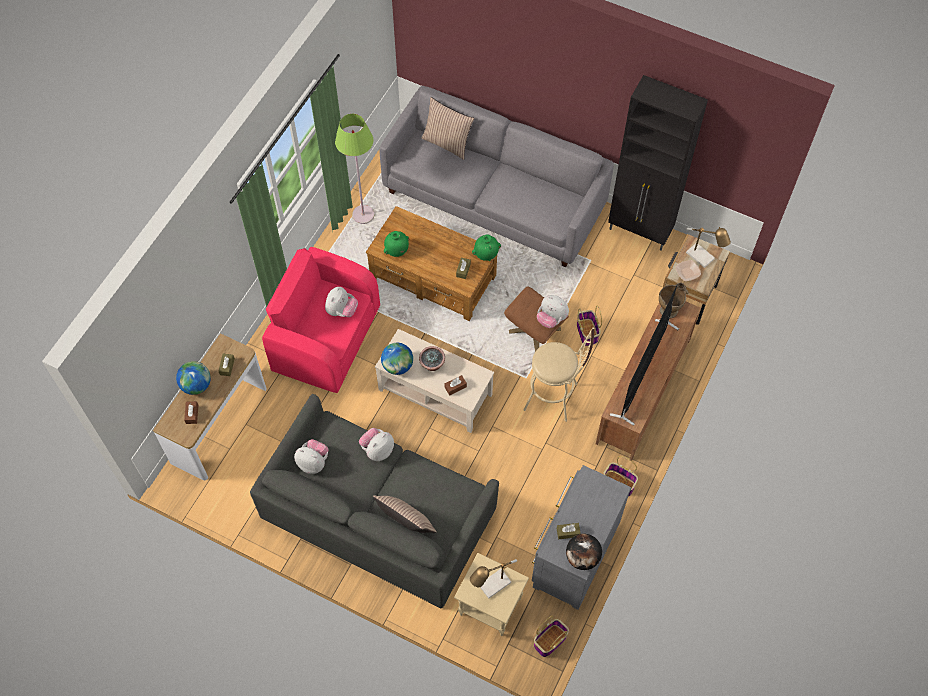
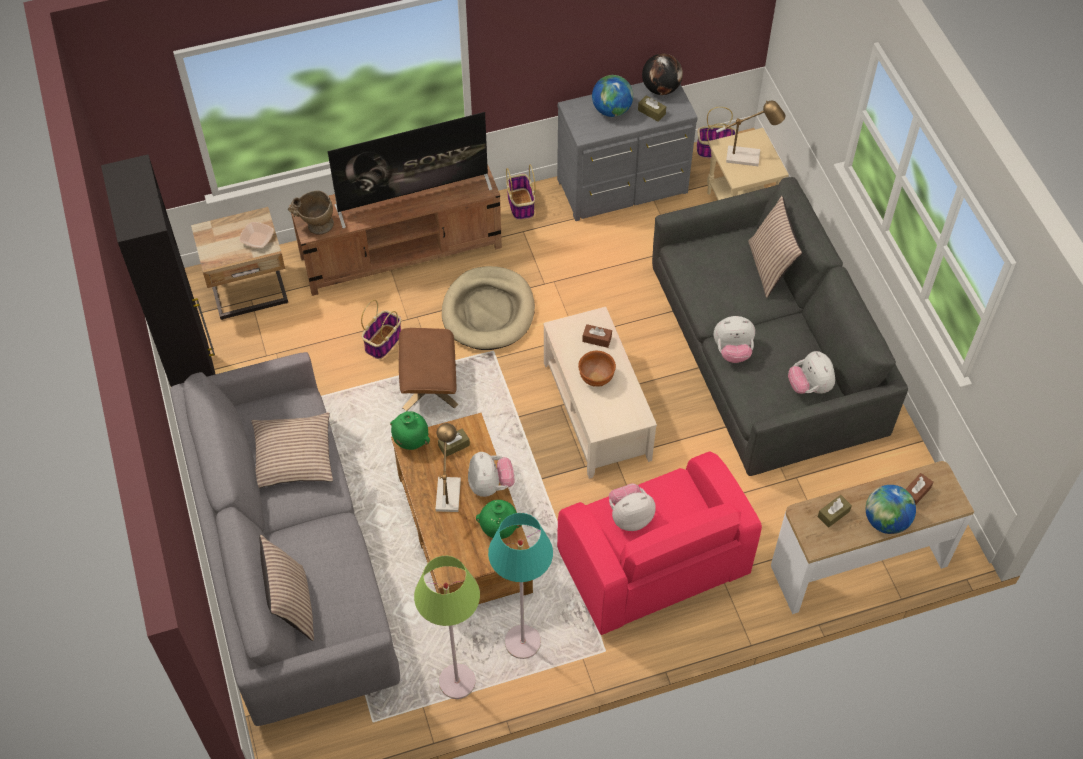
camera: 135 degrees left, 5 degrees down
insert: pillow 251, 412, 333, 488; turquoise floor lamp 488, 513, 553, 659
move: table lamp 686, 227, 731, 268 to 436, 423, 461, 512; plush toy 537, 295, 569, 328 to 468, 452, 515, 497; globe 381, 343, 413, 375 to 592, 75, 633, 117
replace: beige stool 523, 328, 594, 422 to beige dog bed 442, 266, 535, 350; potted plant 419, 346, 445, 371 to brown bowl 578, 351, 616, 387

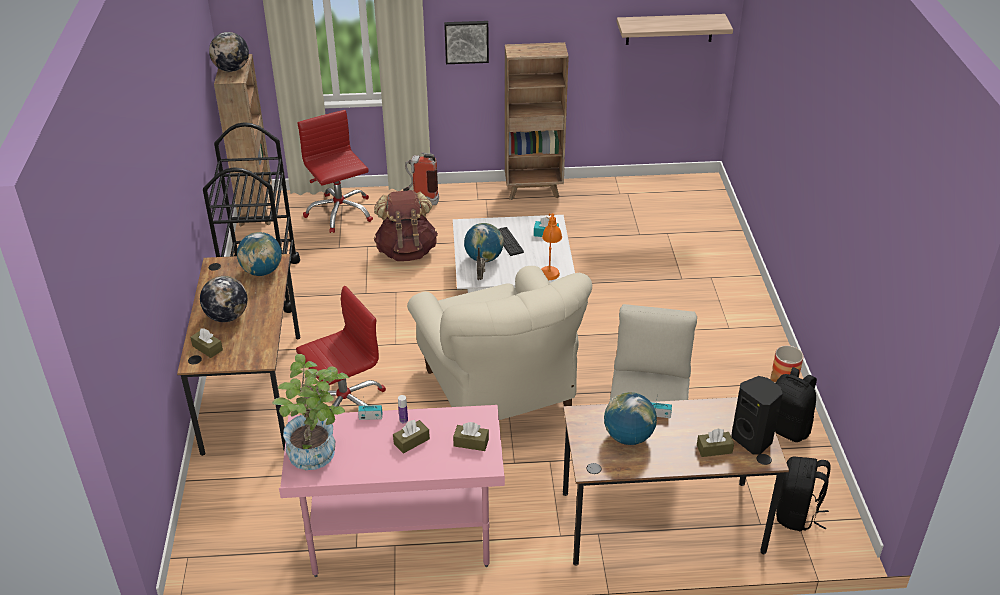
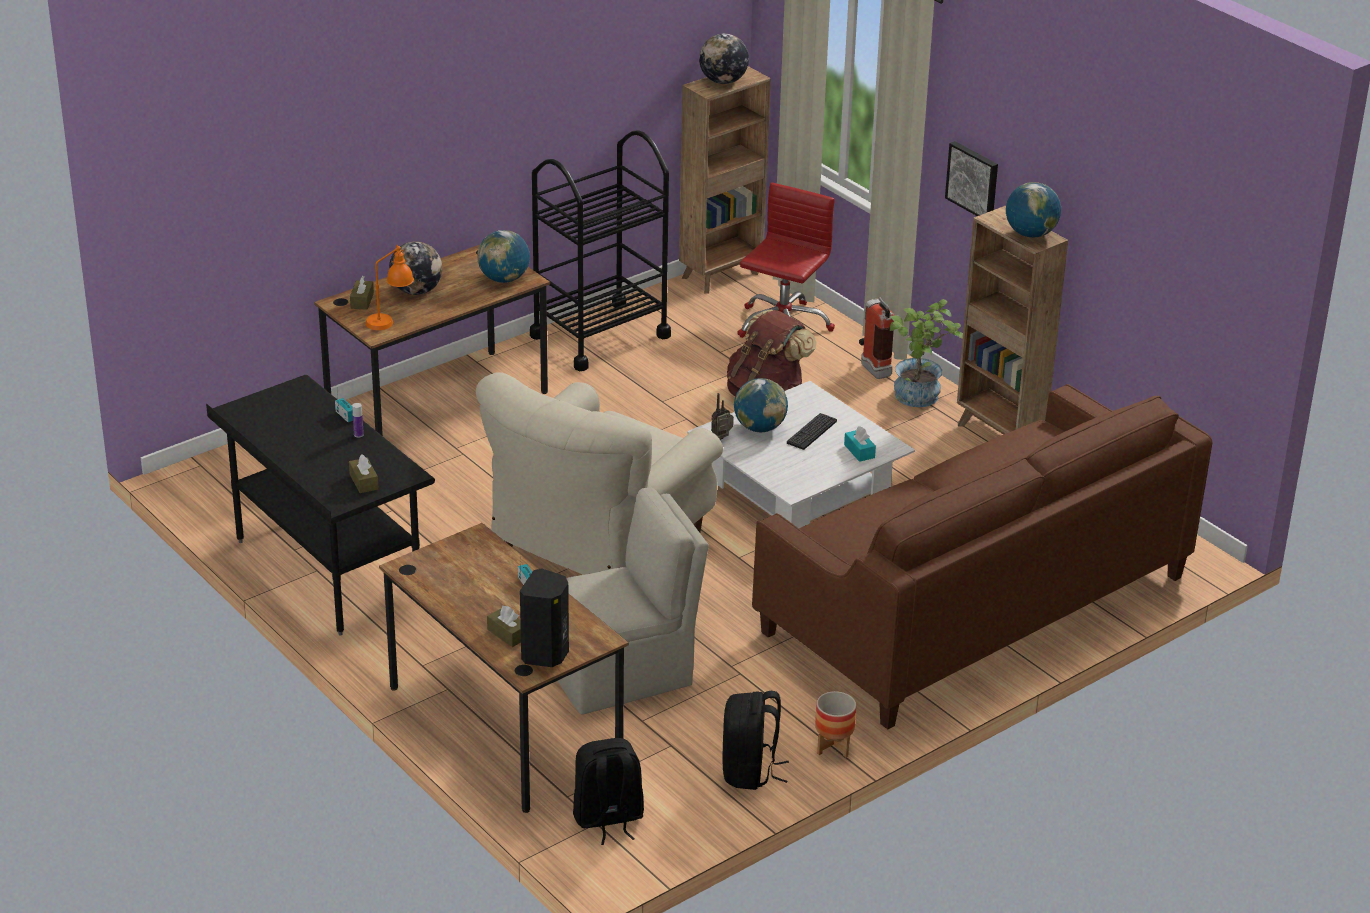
camera: 55 degrees right, 5 degrees down
delete: shelf 617, 14, 733, 45; red office chair 296, 286, 386, 407; brown tissue box 393, 420, 430, 454
insert: brown sofa 752, 384, 1212, 730
move: orange table lamp 541, 213, 562, 280 to 365, 245, 414, 330; potted plant 272, 354, 349, 470 to 890, 299, 963, 407; globe 604, 392, 657, 445 to 1006, 182, 1061, 237
recolor: pink desk 279, 405, 505, 577 to black desk 206, 375, 435, 636

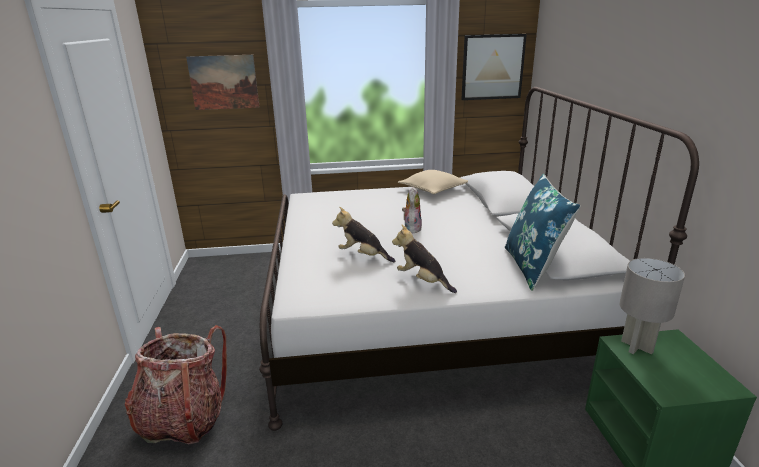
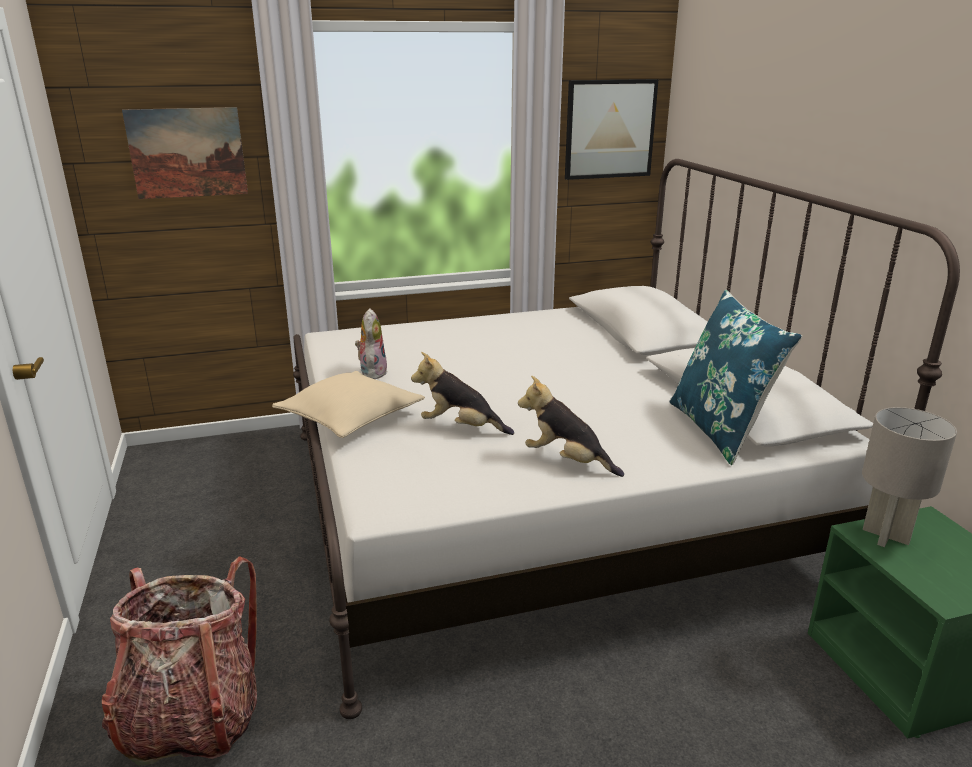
camera: 10 degrees left, 0 degrees up
move: beige pillow 398, 170, 468, 194 to 272, 371, 425, 438; plush toy 402, 186, 422, 233 to 355, 308, 387, 379

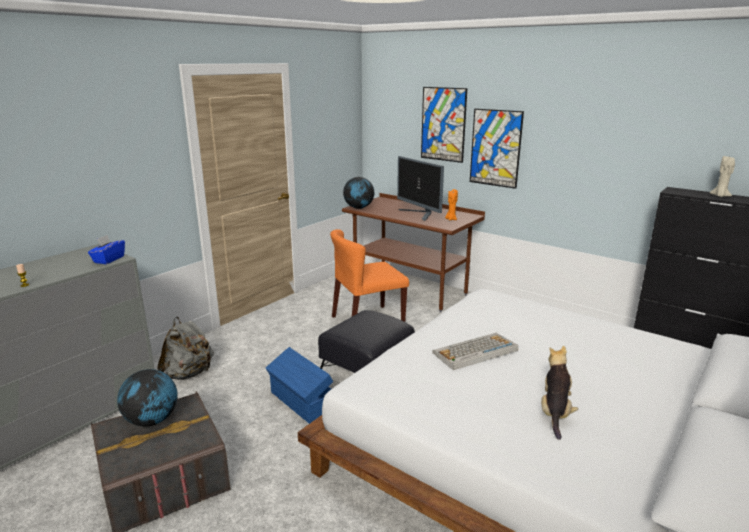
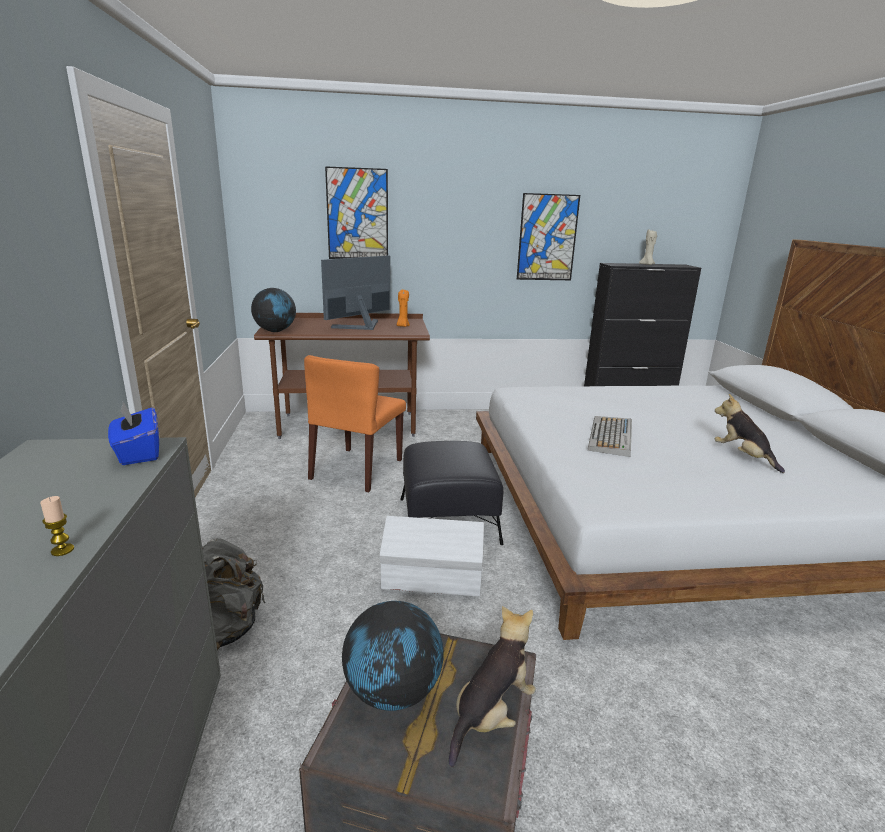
camera: 45 degrees left, 0 degrees up
insert: plush toy 449, 606, 536, 767
move: picture 470, 109, 524, 189 to 517, 193, 580, 280
recolor: blue storage box 266, 347, 333, 424 to white storage box 380, 516, 484, 596
rotate: monitor 397, 156, 444, 221 = 321, 255, 390, 330 120 degrees clockwise

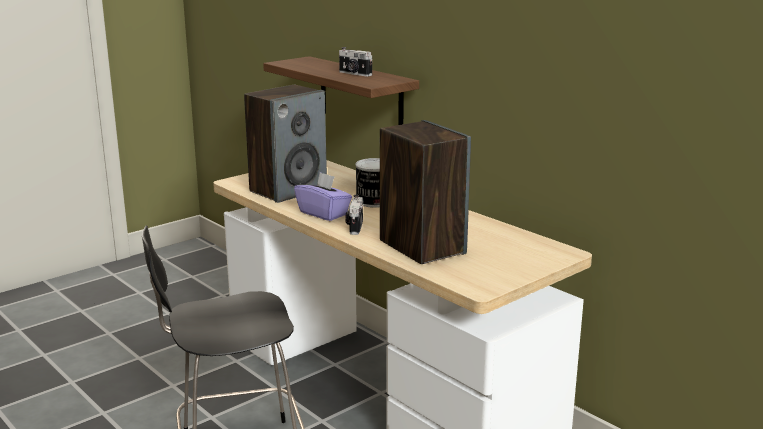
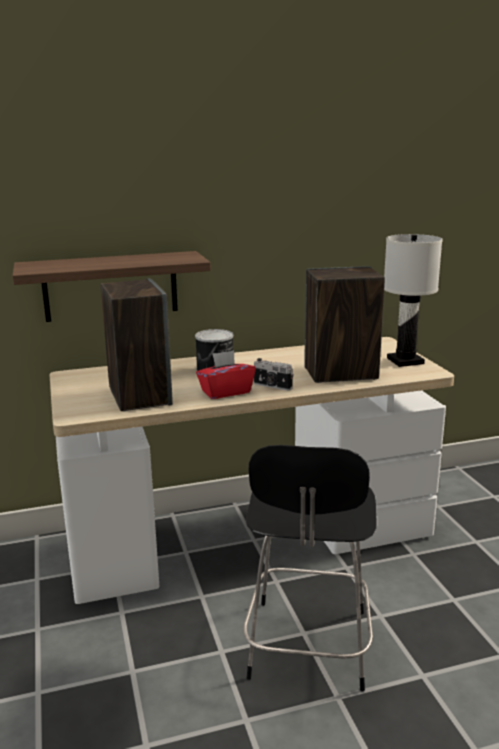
camera: 65 degrees left, 0 degrees up
delete: photo camera 339, 47, 372, 77
insert: white table lamp 384, 234, 443, 367
recolor: purple tissue box 294, 172, 352, 221 to red tissue box 196, 350, 256, 399

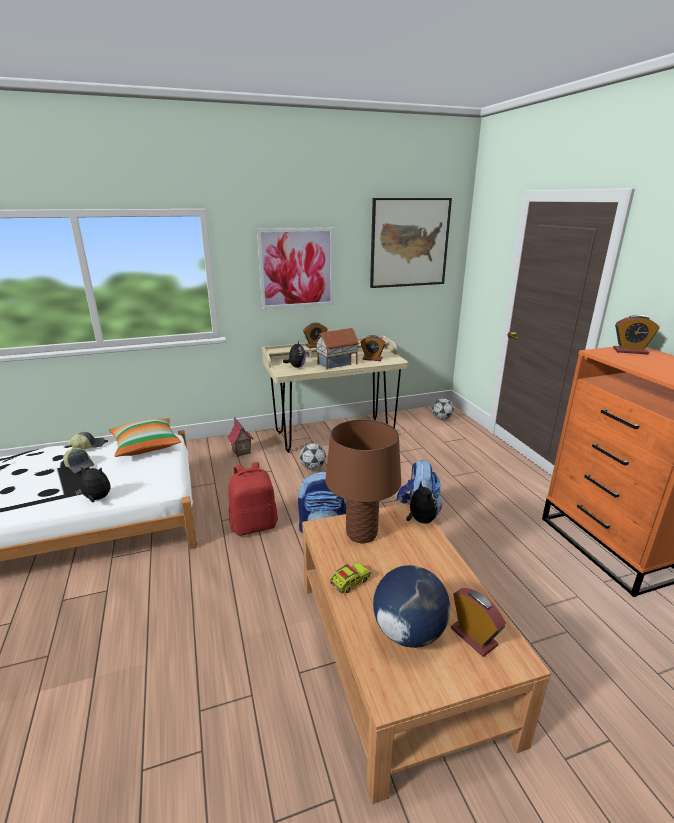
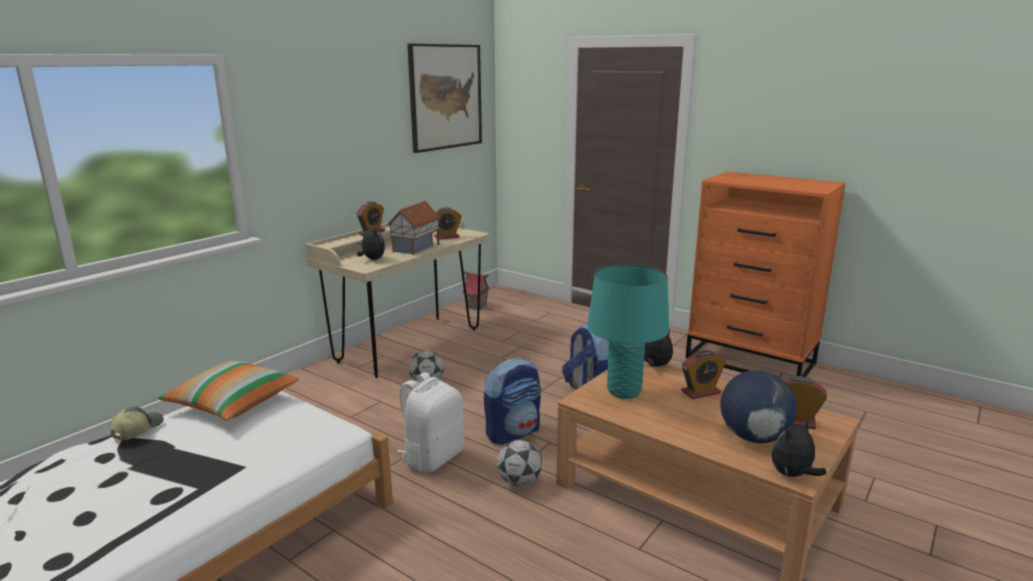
camera: 35 degrees left, 5 degrees down
delete: picture 257, 228, 334, 309; cap 63, 448, 94, 473; toy truck 330, 562, 371, 593
move: alarm clock 613, 315, 659, 354 to 681, 350, 726, 399; football 432, 398, 454, 420 to 497, 440, 542, 486; toy house 227, 417, 253, 457 to 463, 271, 490, 310; plush toy 75, 467, 110, 503 to 772, 419, 827, 477
recolor: brown table lamp 326, 419, 401, 544 to turquoise table lamp 587, 264, 669, 399; red backpack 228, 462, 278, 536 to white backpack 397, 372, 464, 473

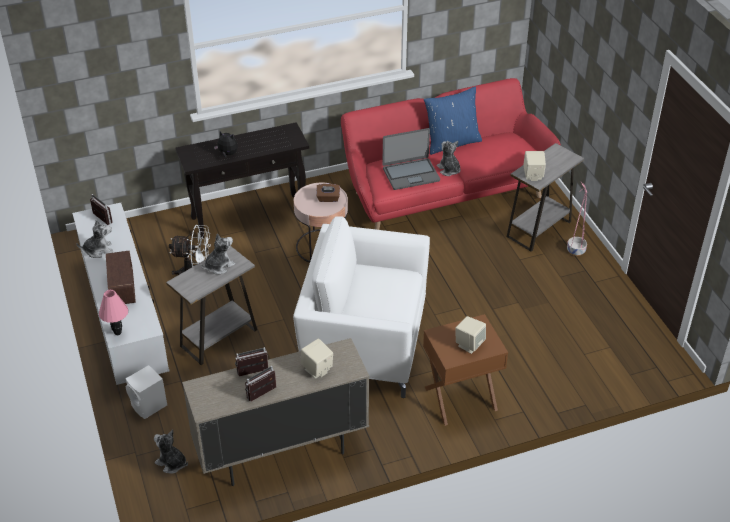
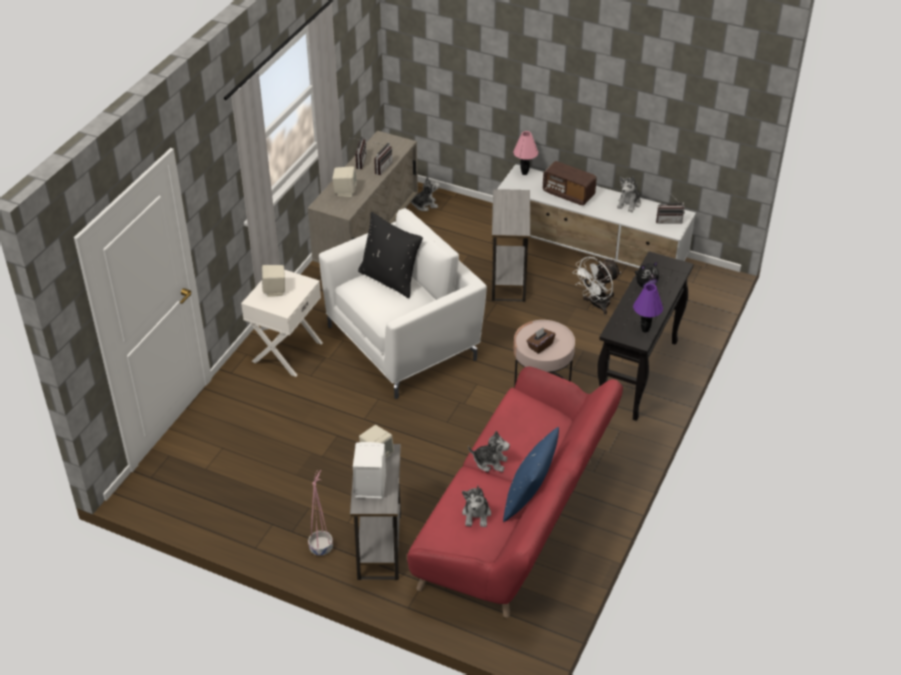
camera: 135 degrees right, 0 degrees up
delete: laptop 382, 128, 440, 190
insert: black pillow 358, 212, 423, 298; purple table lamp 633, 284, 663, 332
move: plush toy 201, 233, 235, 275 to 462, 485, 491, 527; white speaker 126, 365, 167, 419 to 353, 442, 386, 499
recolor: brown nightstand 423, 314, 508, 426 to white nightstand 241, 270, 323, 377

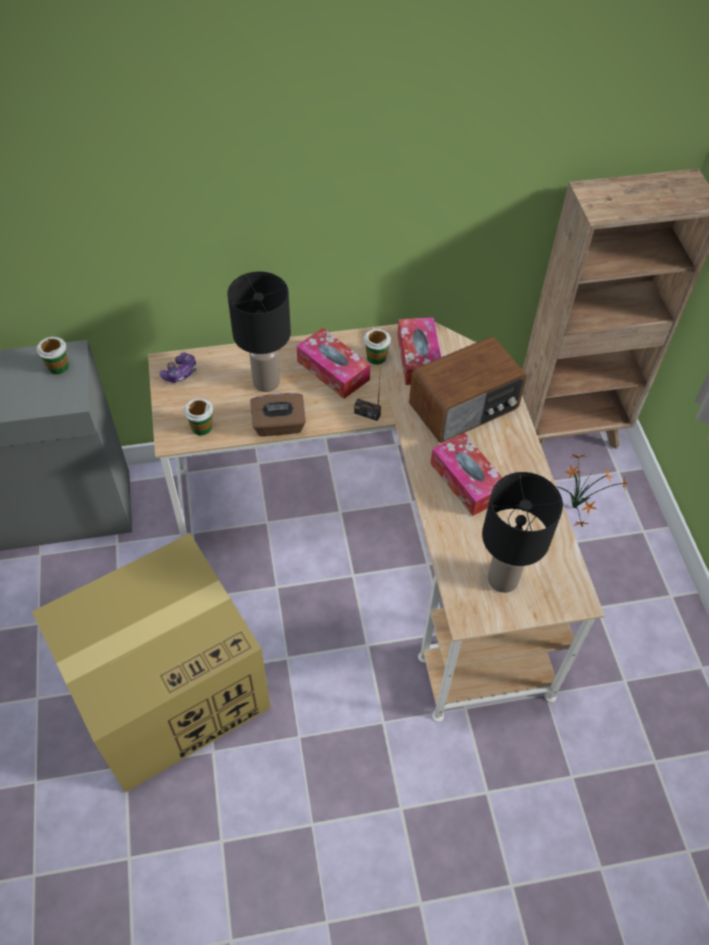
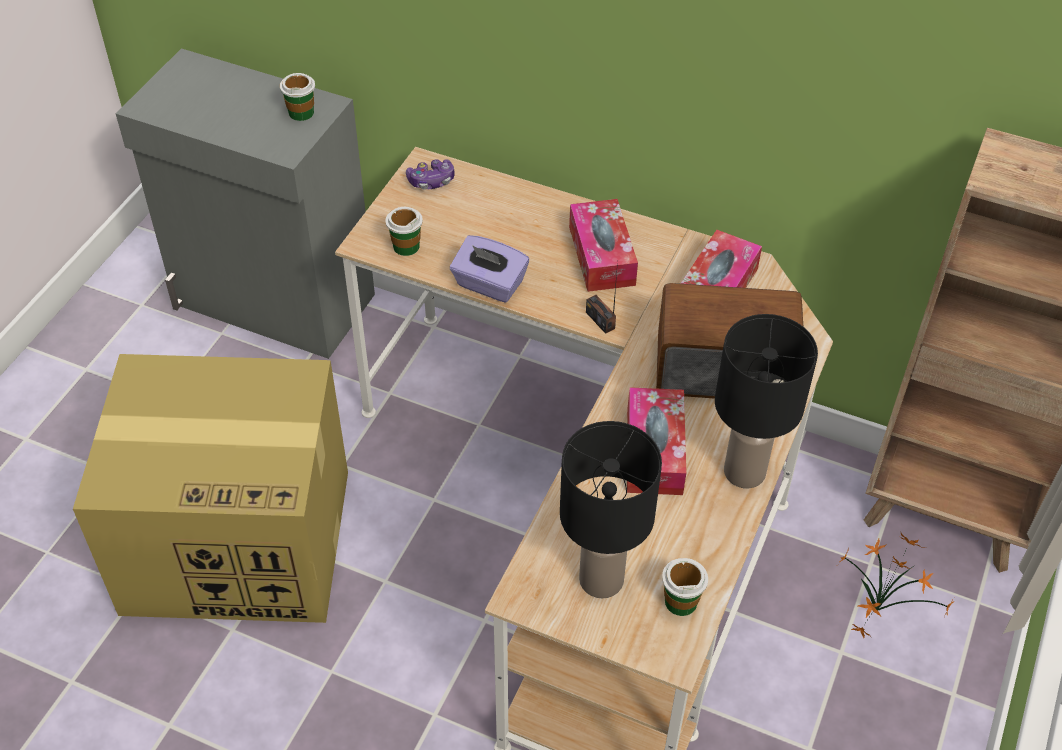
camera: 35 degrees right, 5 degrees down
move: black table lamp 227, 271, 291, 392 to 715, 314, 818, 489; cup 364, 329, 391, 365 to 662, 558, 708, 616
recolor: brown tissue box 250, 393, 306, 436 to purple tissue box 450, 235, 529, 303

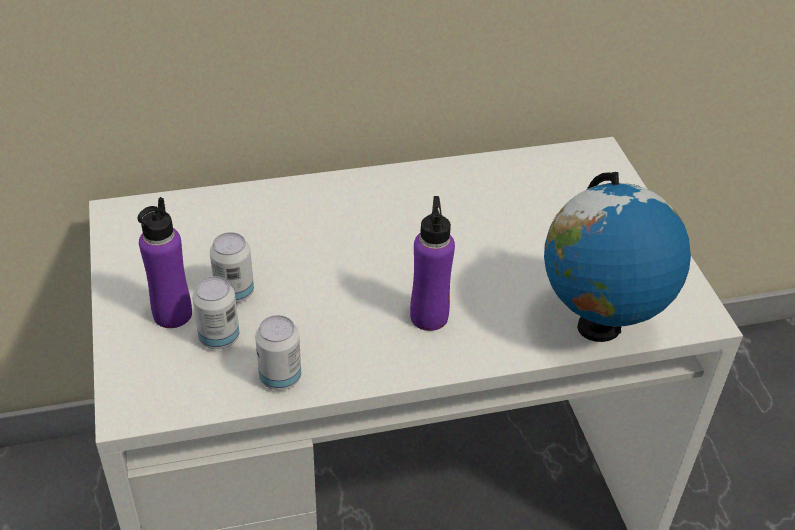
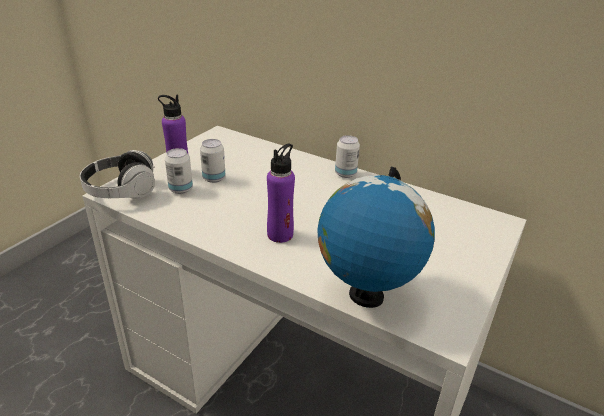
camera: 45 degrees right, 10 degrees down
insert: headphones 80, 150, 155, 199
move: can 255, 315, 301, 390 to 335, 135, 360, 178

